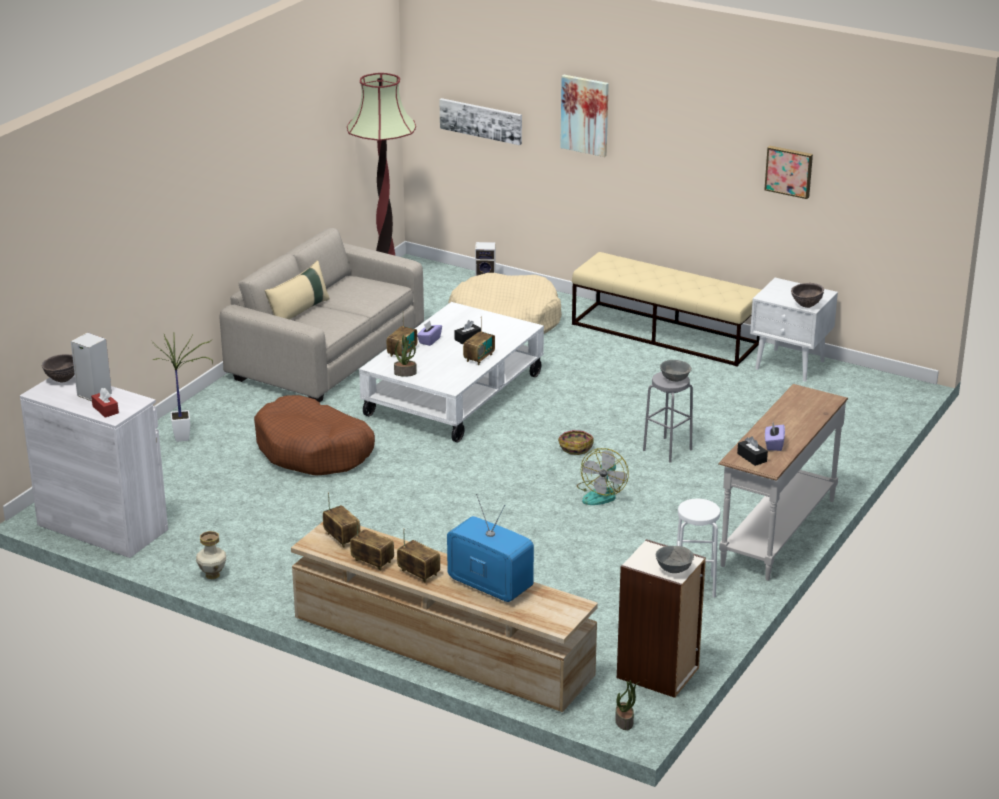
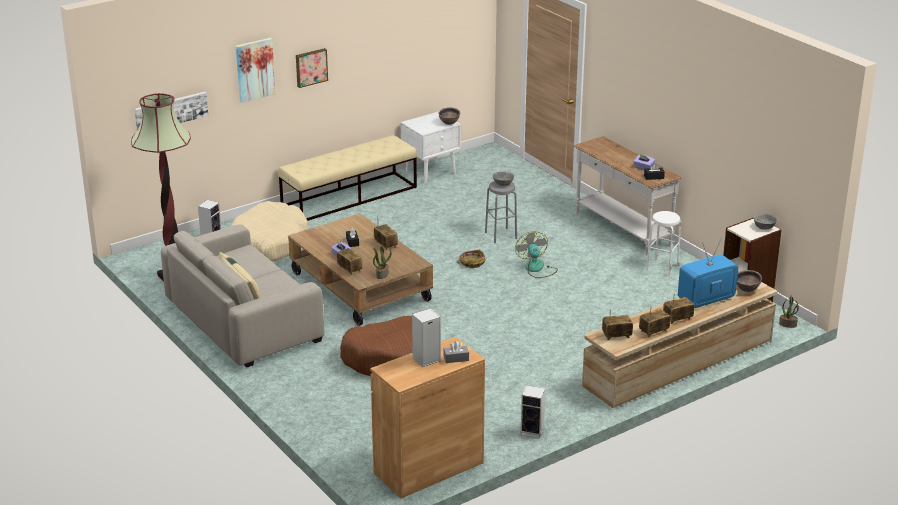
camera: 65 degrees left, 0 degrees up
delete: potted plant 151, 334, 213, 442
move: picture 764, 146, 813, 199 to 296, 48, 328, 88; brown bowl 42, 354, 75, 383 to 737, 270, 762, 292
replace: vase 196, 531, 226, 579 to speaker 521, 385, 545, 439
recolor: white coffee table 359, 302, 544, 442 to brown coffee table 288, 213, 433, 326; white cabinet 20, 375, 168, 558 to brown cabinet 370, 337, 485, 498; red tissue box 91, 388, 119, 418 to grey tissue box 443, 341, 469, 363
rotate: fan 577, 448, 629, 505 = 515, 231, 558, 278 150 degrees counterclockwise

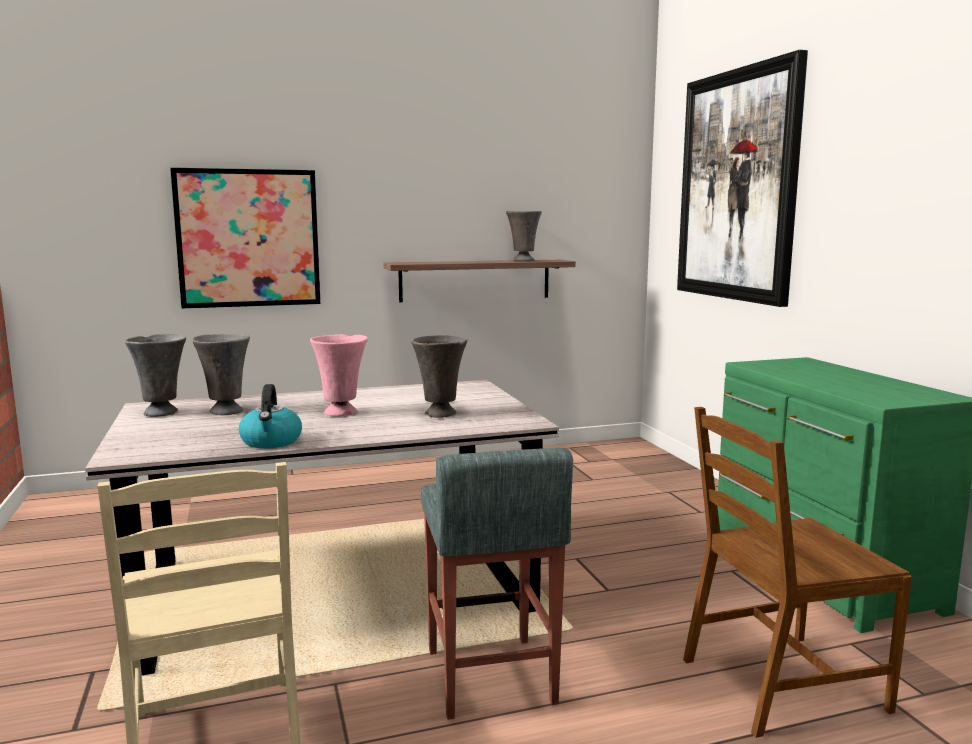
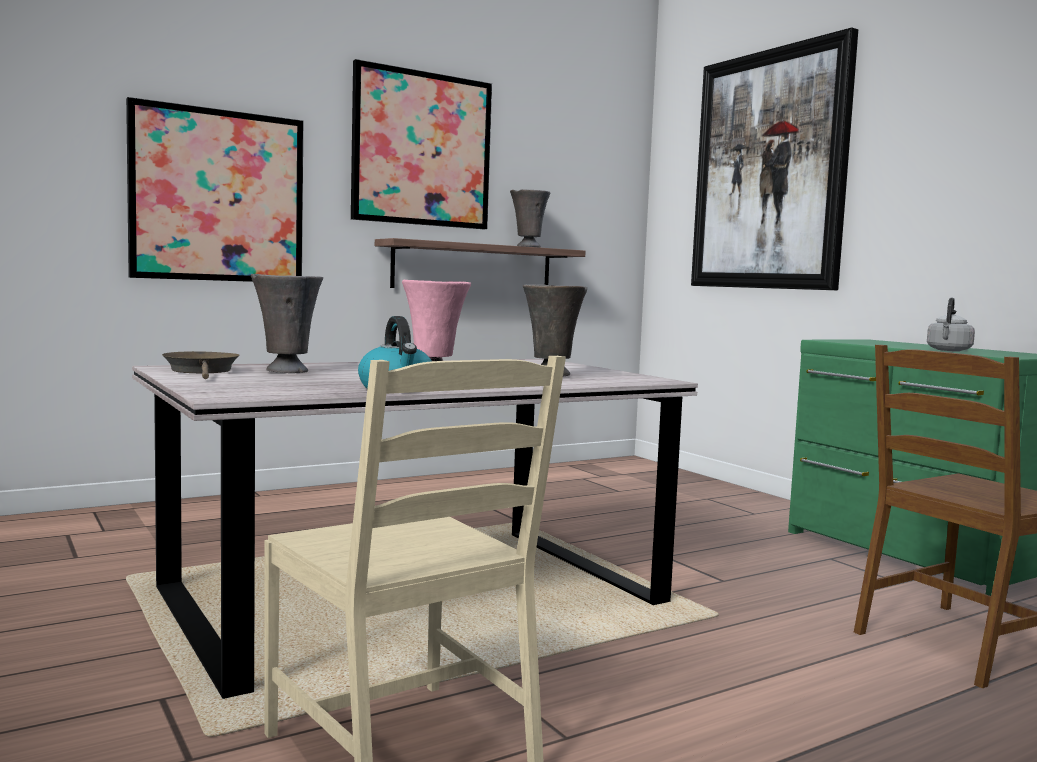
camera: 15 degrees left, 5 degrees down
delete: grey stool 421, 448, 573, 720
insert: picture 351, 59, 492, 229; grey kettle 927, 298, 975, 351
replace: grey vase 125, 334, 186, 417 to brown frying pan 162, 351, 240, 379

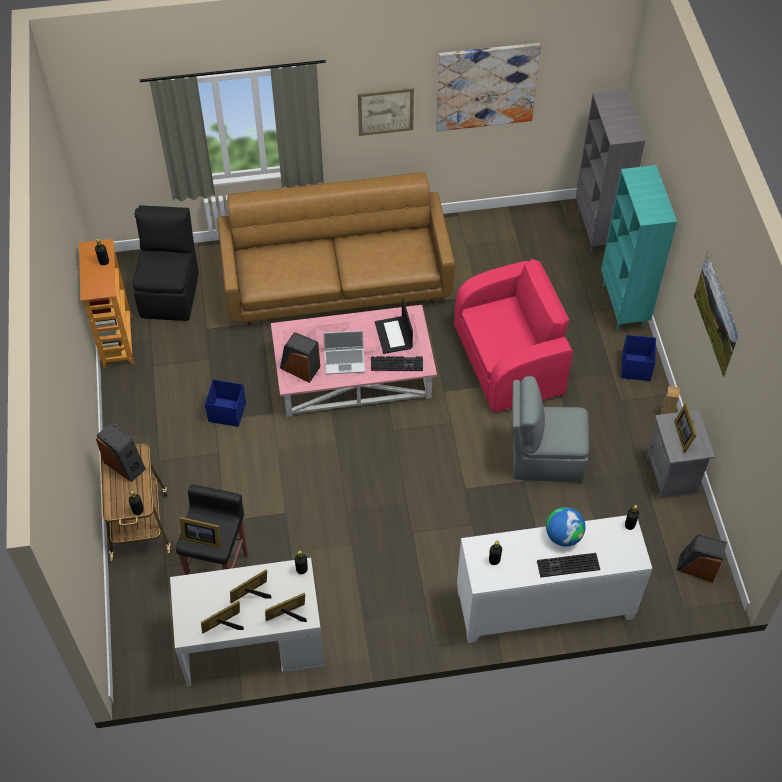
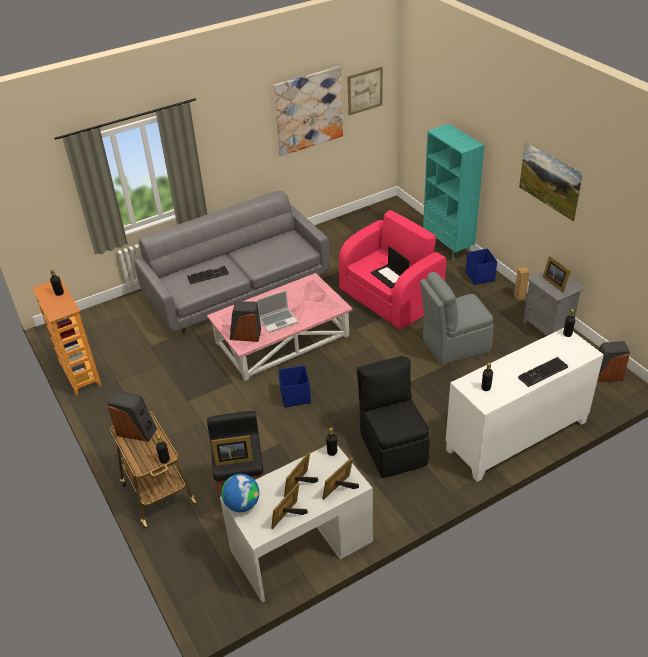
camera: 20 degrees left, 15 degrees down
delete: grey bookcase 576, 89, 645, 253
move: picture 358, 87, 414, 136 to 347, 67, 383, 115; black chair 133, 205, 199, 321 to 357, 356, 430, 478; laptop 375, 299, 413, 354 to 371, 246, 409, 288; keyboard 371, 356, 423, 371 to 187, 266, 229, 284; blue storage box 205, 379, 246, 427 to 278, 365, 311, 407; globe 546, 507, 585, 547 to 221, 474, 259, 512
recolor: brown sofa 218, 172, 455, 326 to grey sofa 134, 190, 330, 334

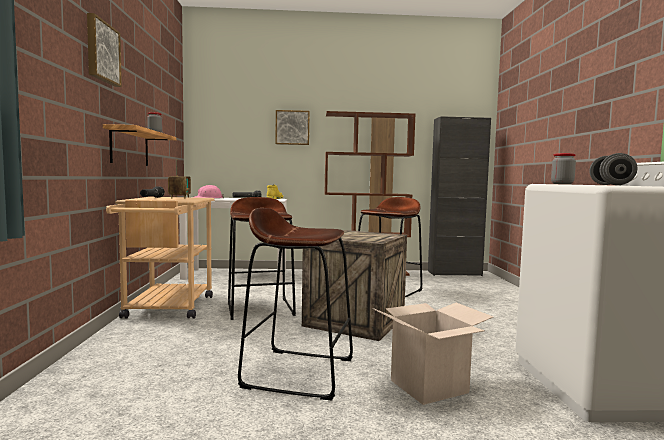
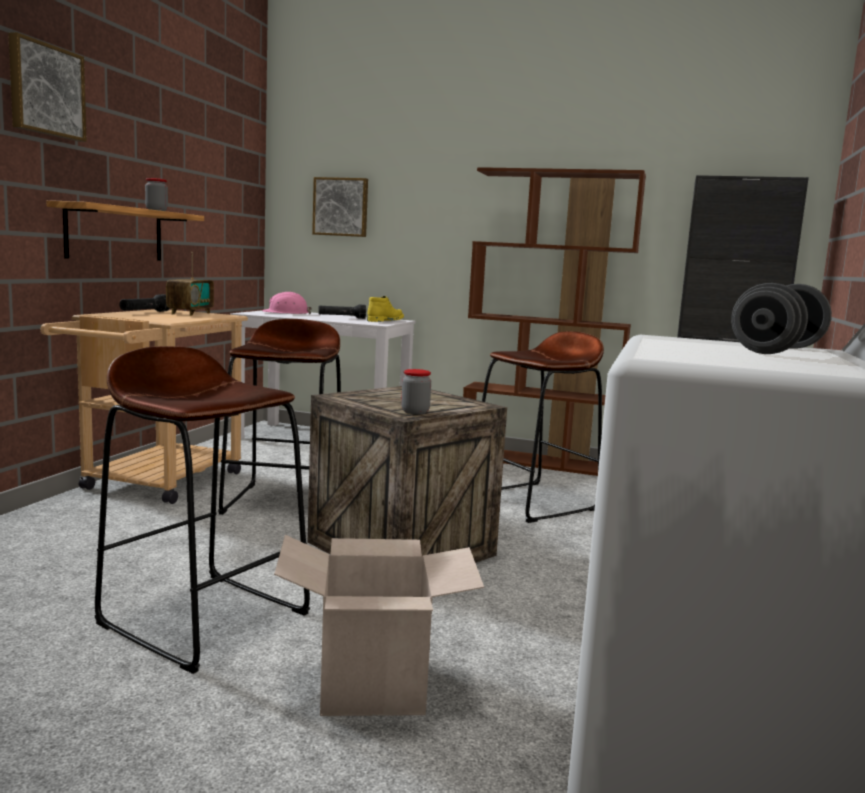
camera: 20 degrees right, 5 degrees up
move: picture 275, 110, 310, 145 to 312, 177, 368, 237; jar 551, 153, 576, 184 to 401, 369, 431, 414

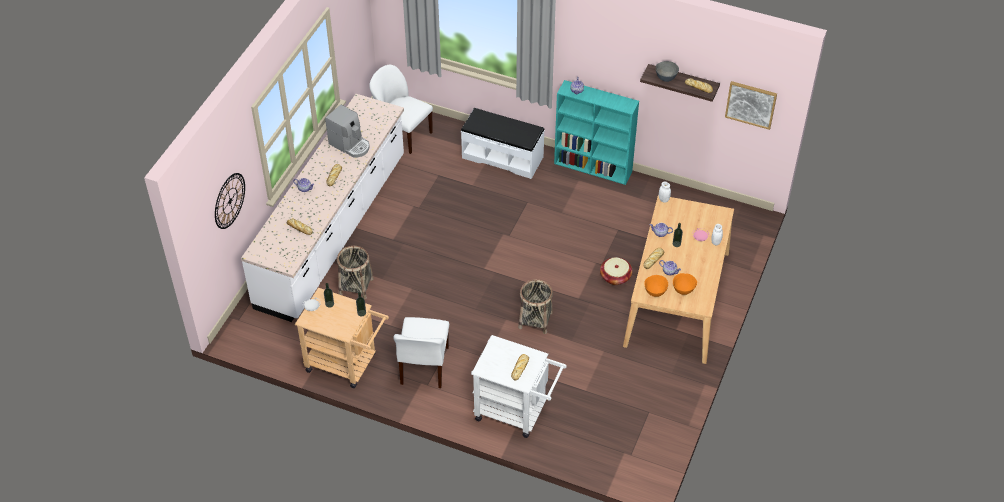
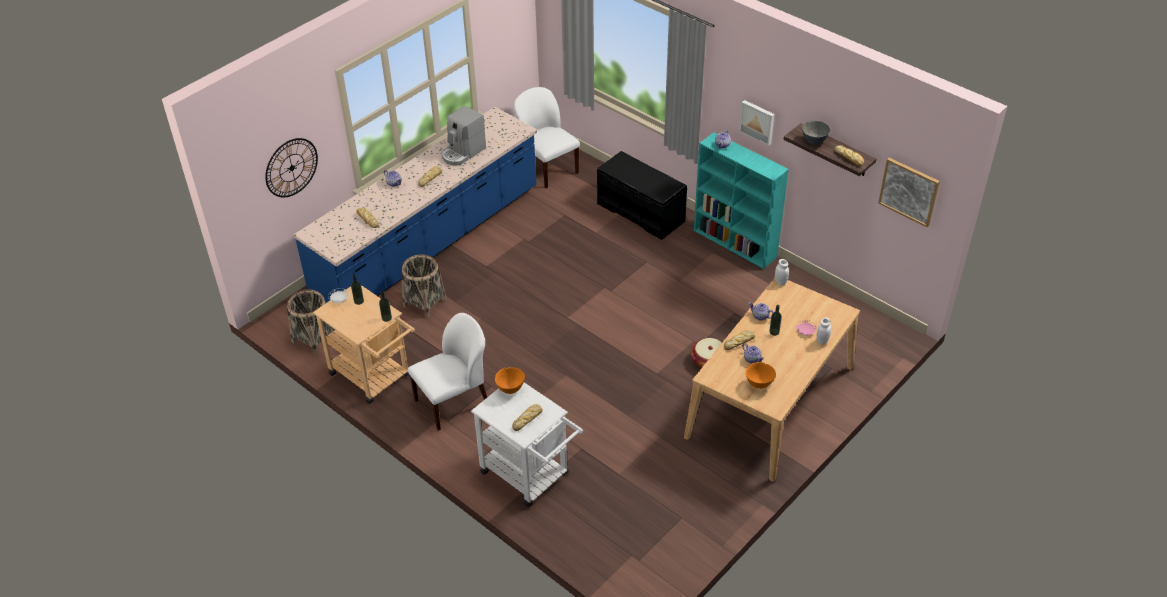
camera: 20 degrees right, 5 degrees down
insert: picture 739, 100, 775, 146
move: orange bowl 644, 275, 668, 297 to 495, 367, 525, 394; basket 518, 279, 553, 334 to 287, 289, 335, 354
recolor: white counter 241, 94, 404, 322 to blue counter 294, 107, 537, 303; white bench 461, 108, 545, 179 to black bench 597, 151, 687, 240
rotate: coffee machine 325, 105, 370, 158 = 441, 105, 486, 165 75 degrees clockwise; white chair 393, 317, 449, 388 = 408, 313, 487, 431 150 degrees counterclockwise

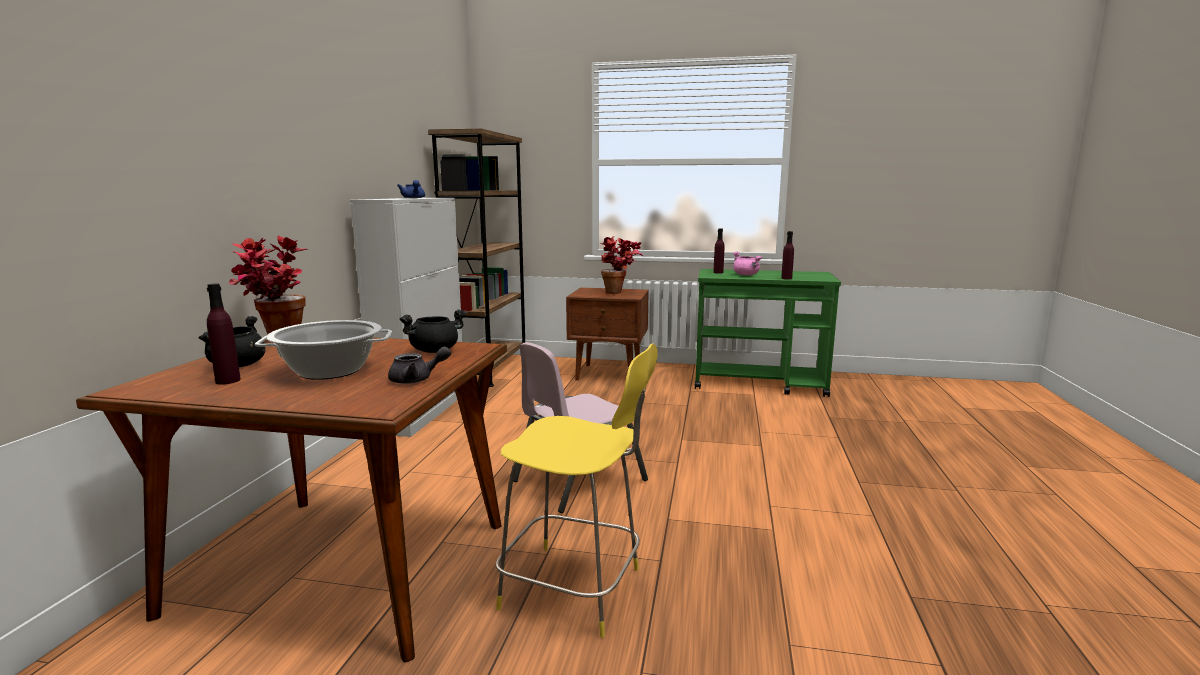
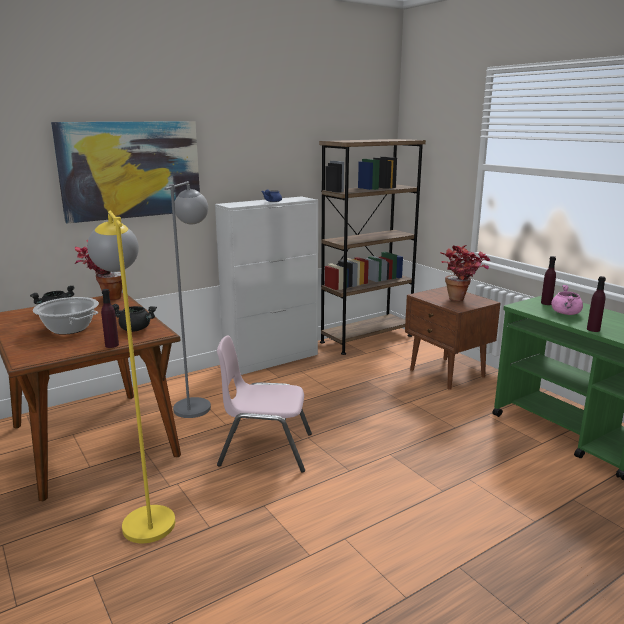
camera: 45 degrees right, 5 degrees up
delete: grey teapot 388, 346, 451, 384
insert: picture 51, 121, 200, 224; grey floor lamp 164, 181, 211, 418
move: purple bottle 207, 284, 241, 384 to 101, 289, 119, 348
replace: yellow stool 496, 344, 657, 637 to yellow floor lamp 87, 211, 175, 543

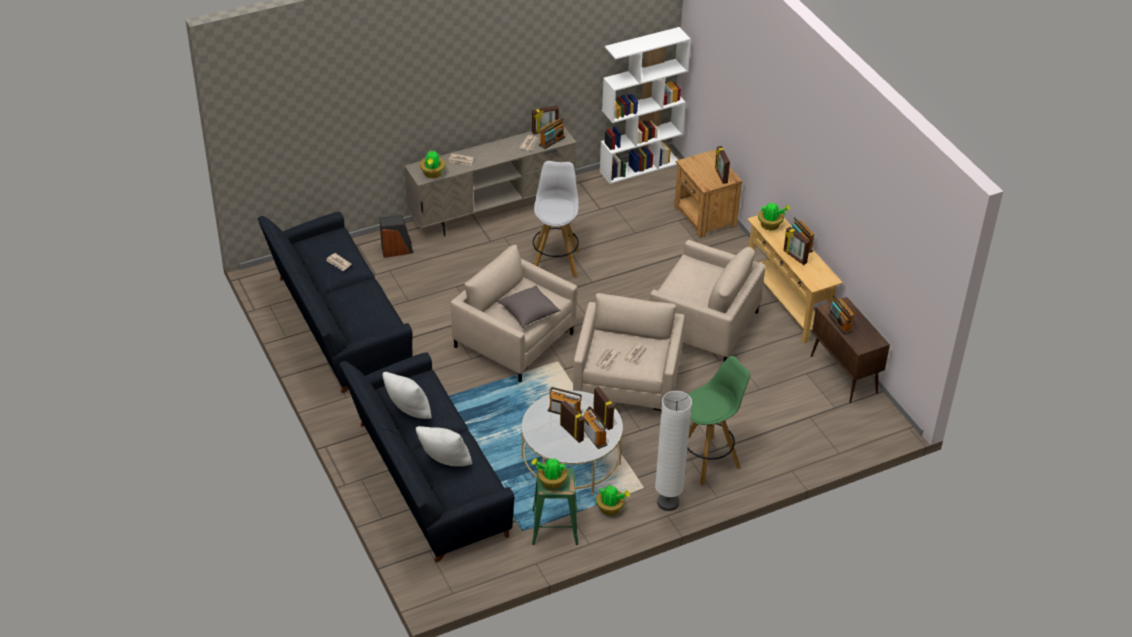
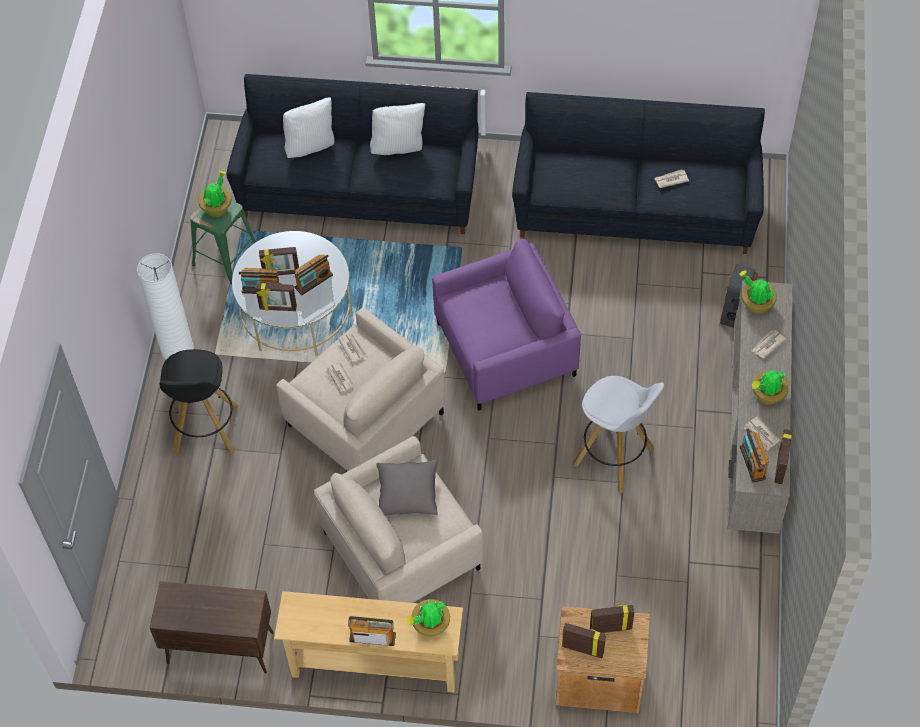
camera: 125 degrees right, 15 degrees up
delete: white bookcase 600, 27, 691, 184; radio 828, 296, 854, 334
move: picture frame 783, 227, 810, 265 to 590, 605, 635, 633; grey pillow 497, 286, 561, 328 to 376, 460, 438, 516; potted plant 596, 486, 630, 515 to 751, 370, 789, 405
recolor: beige armchair 451, 245, 577, 382 to purple armchair 432, 239, 581, 411; green stool 688, 356, 750, 486 to black stool 159, 349, 239, 455

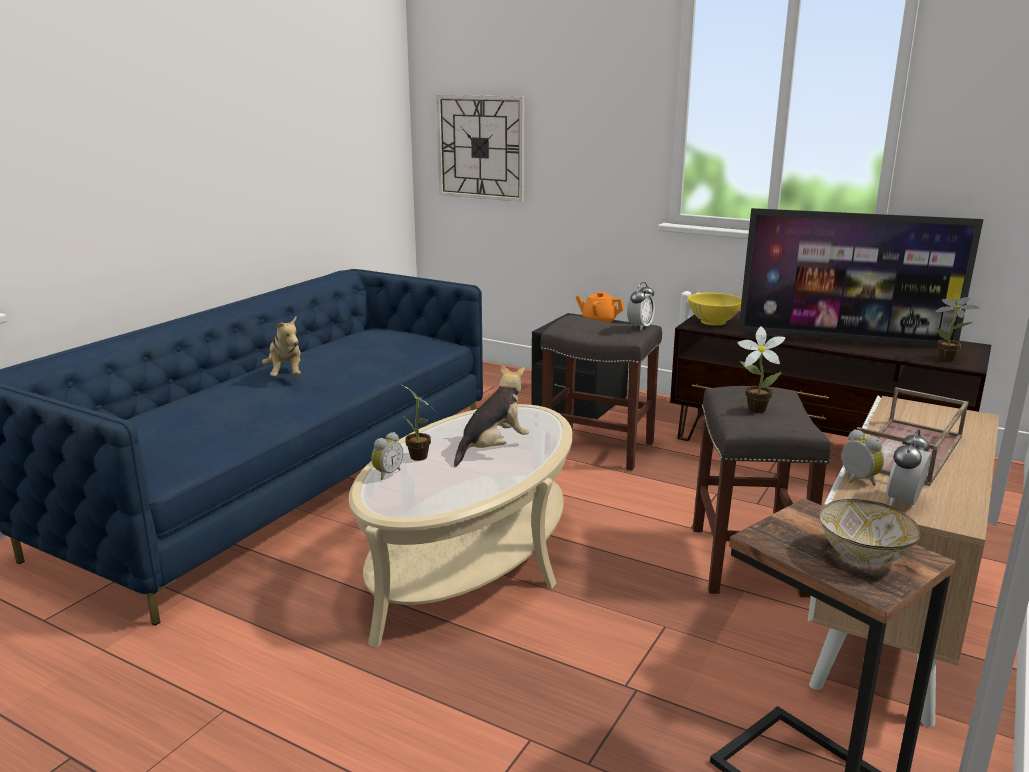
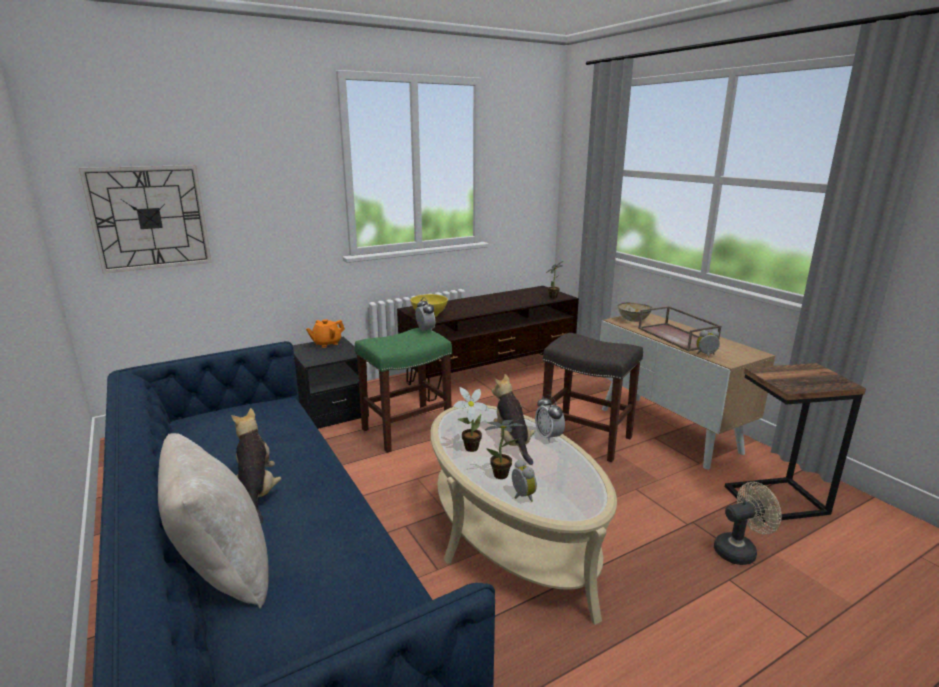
camera: 60 degrees left, 0 degrees up
delete: television 738, 208, 984, 347
insert: beige pillow 158, 433, 269, 609; beige fan 714, 482, 782, 565
move: potted plant 737, 326, 786, 413 to 453, 387, 489, 452; alarm clock 886, 429, 932, 506 to 535, 395, 565, 443; bowl 819, 499, 921, 566 to 618, 303, 652, 322
recolor: grey stool 541, 315, 662, 470 to green stool 355, 328, 452, 453
rotate: plush toy 262, 317, 301, 376 = 231, 408, 282, 523 120 degrees counterclockwise

